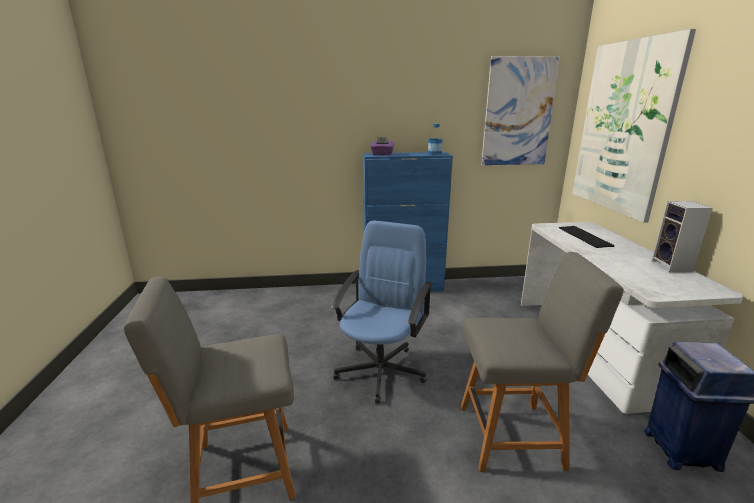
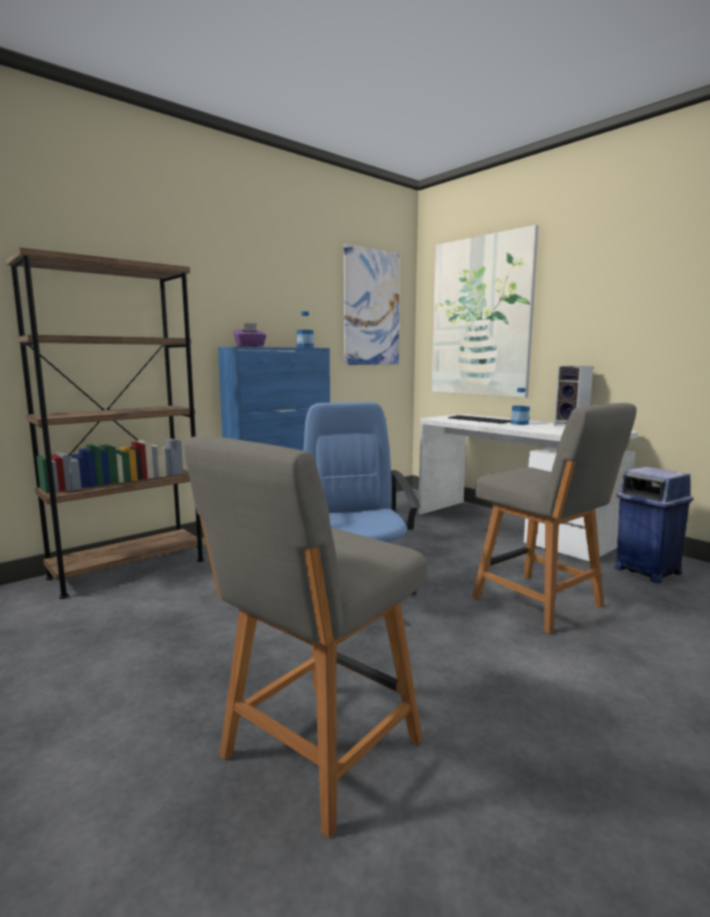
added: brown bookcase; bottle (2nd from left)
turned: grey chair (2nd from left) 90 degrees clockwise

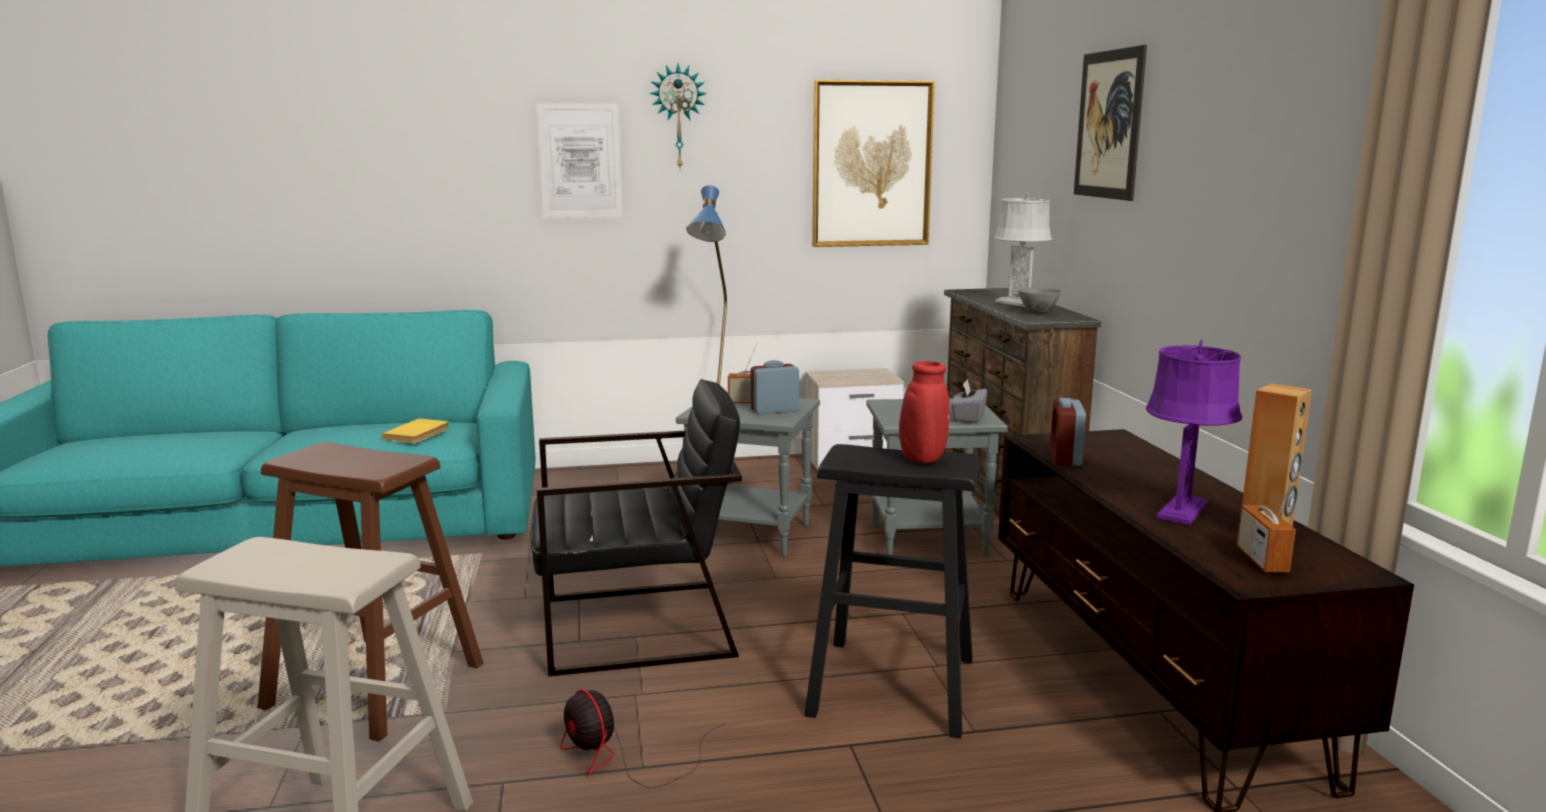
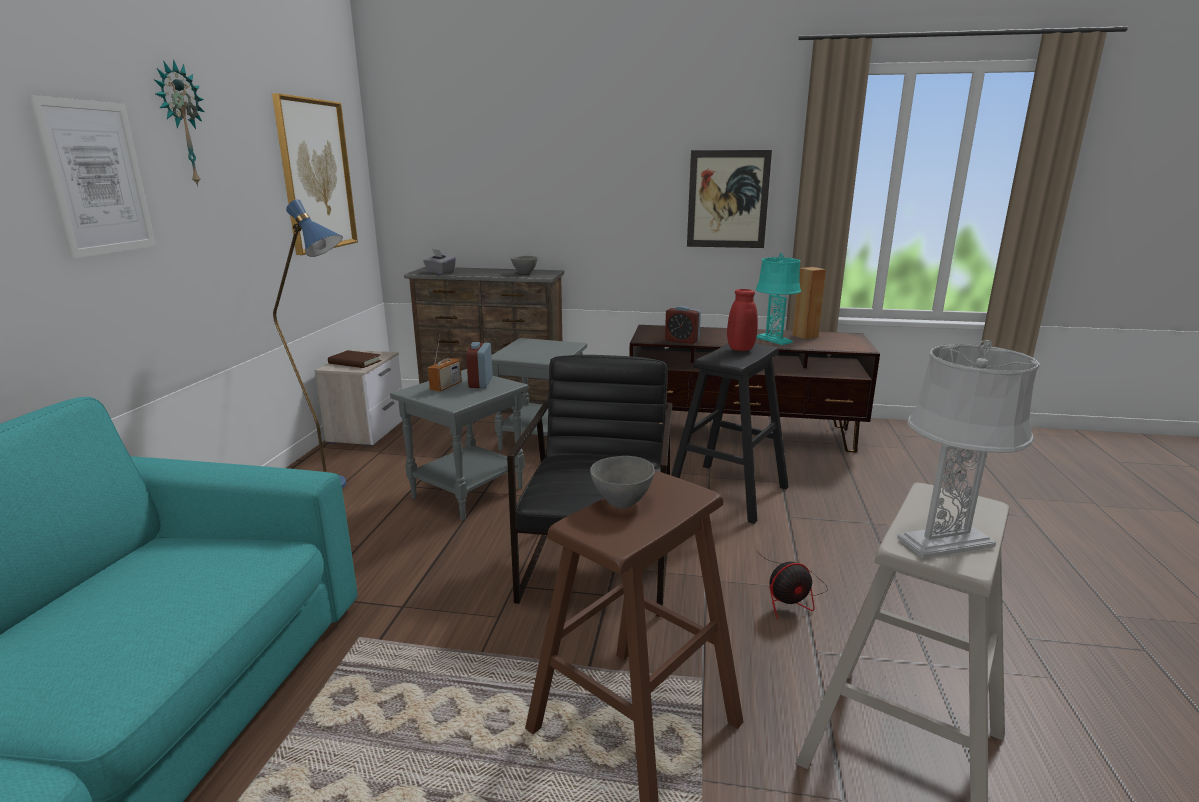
removed: yellow book; radio (2nd from left)
added: brown book; grey bowl (2nd from left)
moved: picture (3rd from left); grey table lamp; grey tissue box
recoloured: purple table lamp to turquoise table lamp

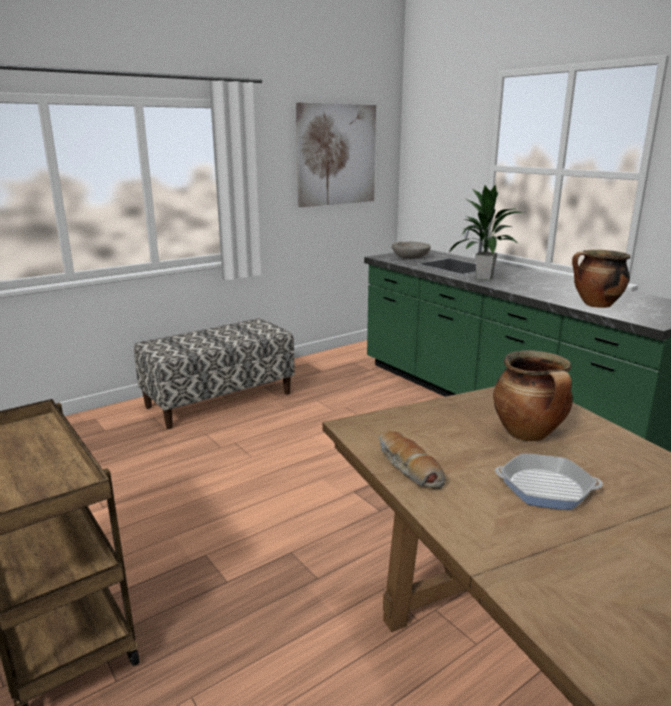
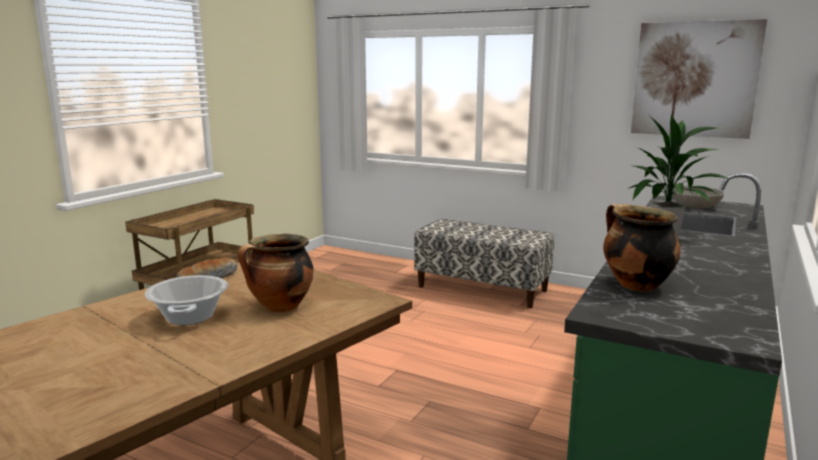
replaced: frying pan to cooking pot (1st from left)

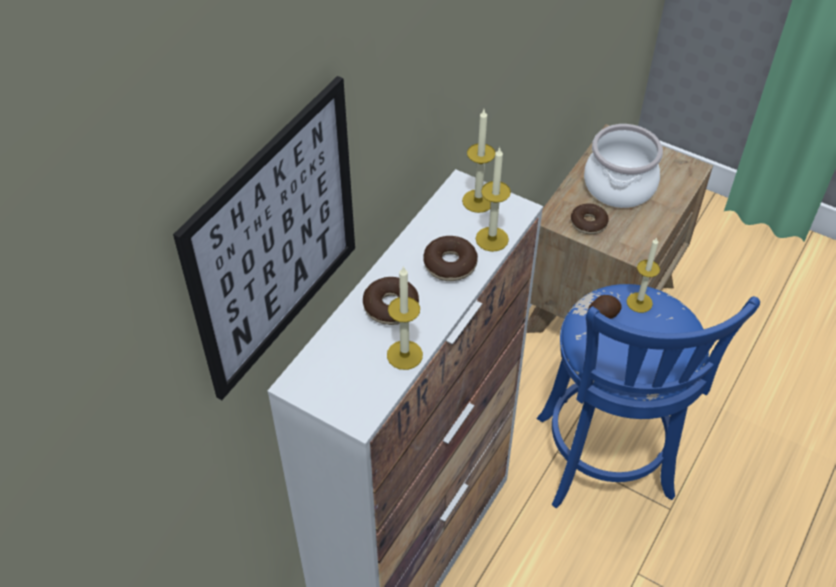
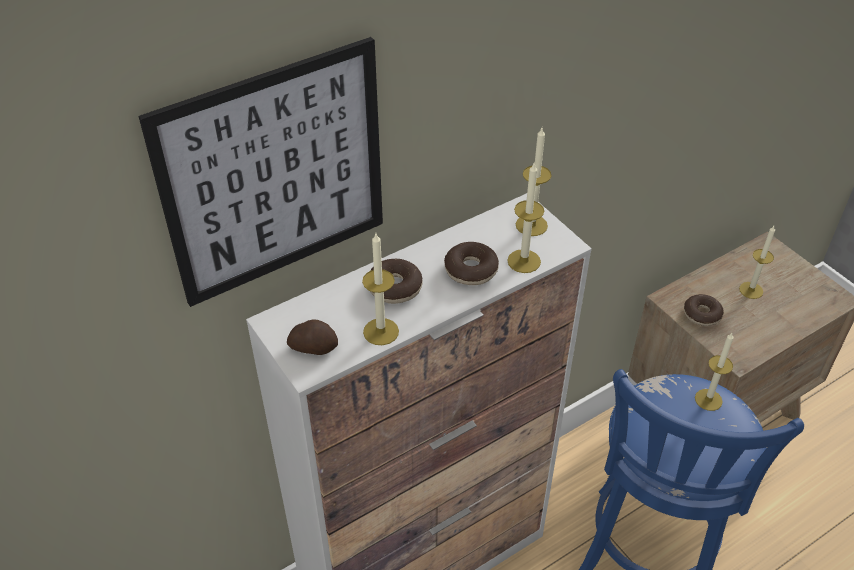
moved: potato
replaced: cooking pot to candle (5th from left)

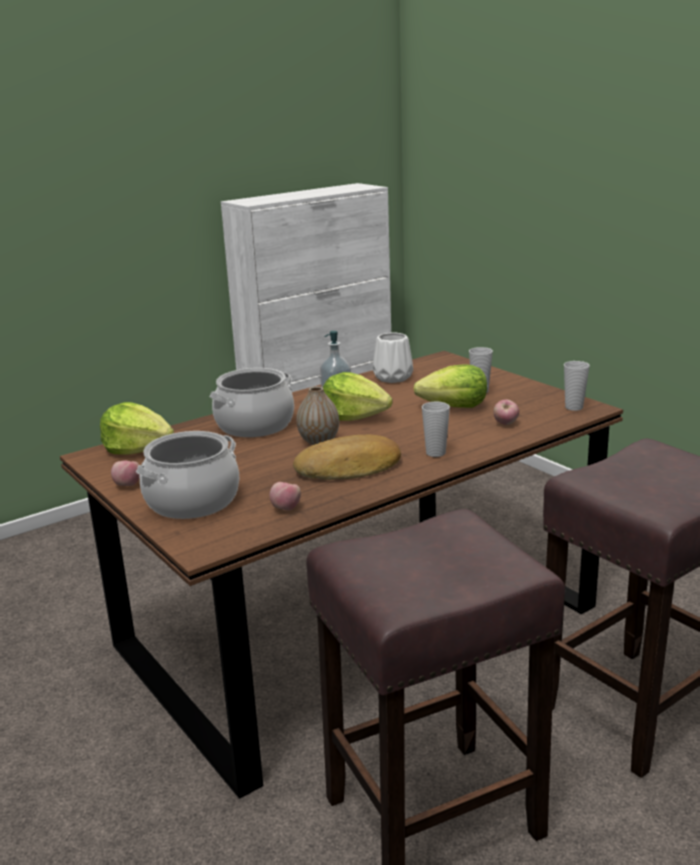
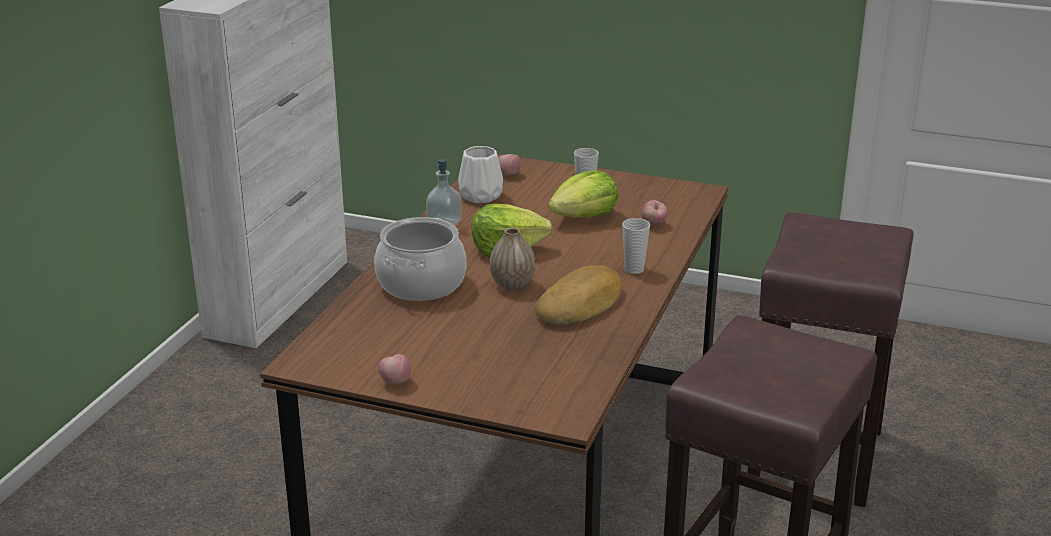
removed: cup (3rd from left); lettuce (1st from left); cooking pot (1st from left)
moved: apple (2nd from left)

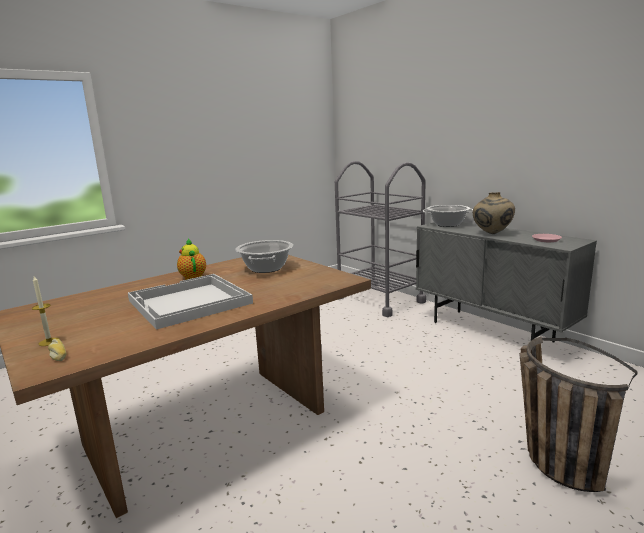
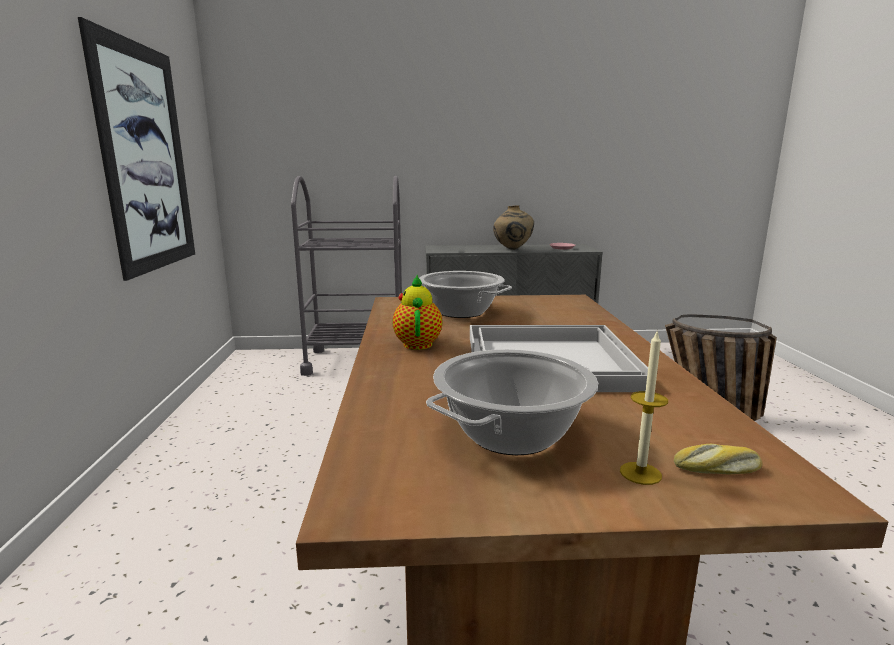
added: picture
moved: cooking pot (2nd from left)
turned: teapot 75 degrees clockwise

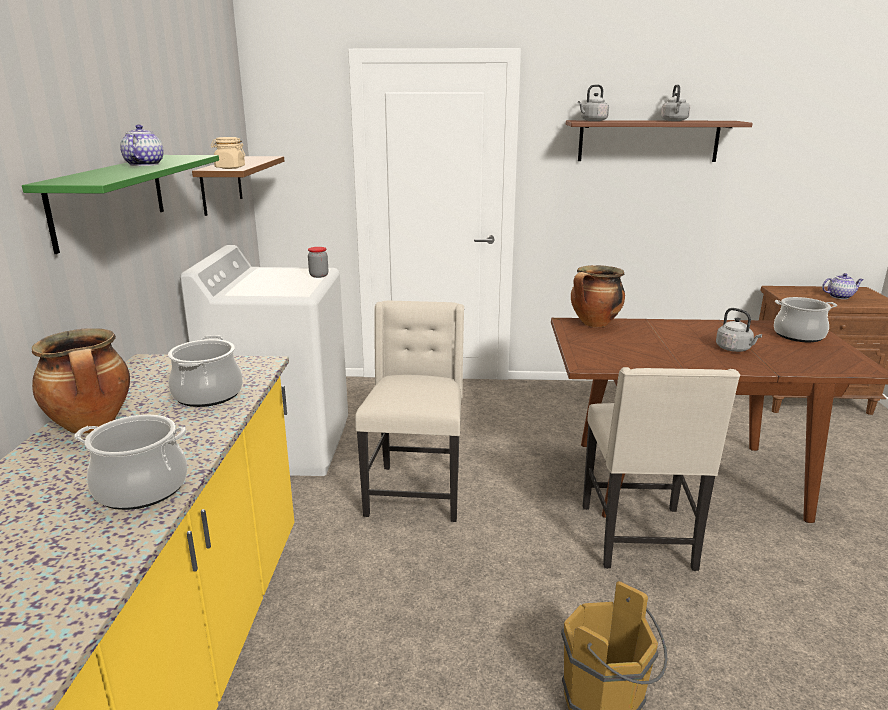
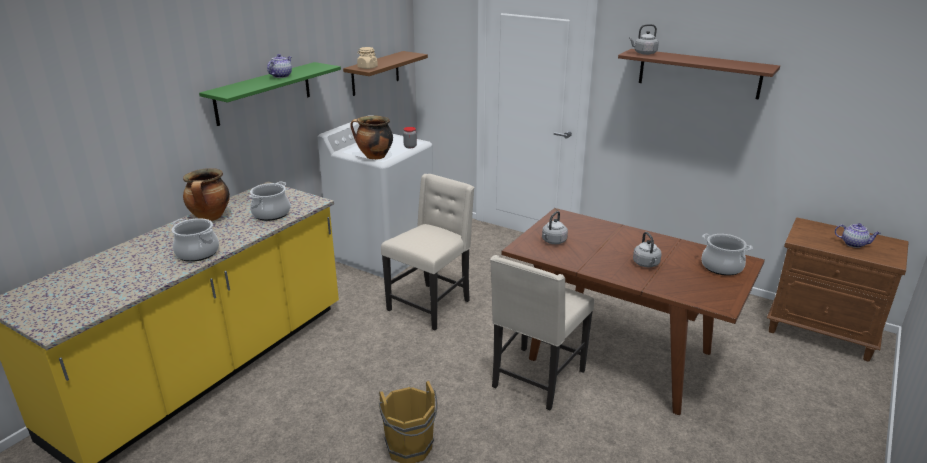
moved: grey kettle (2nd from left in the first image) to grey kettle (1st from left); cooking pot (4th from left)

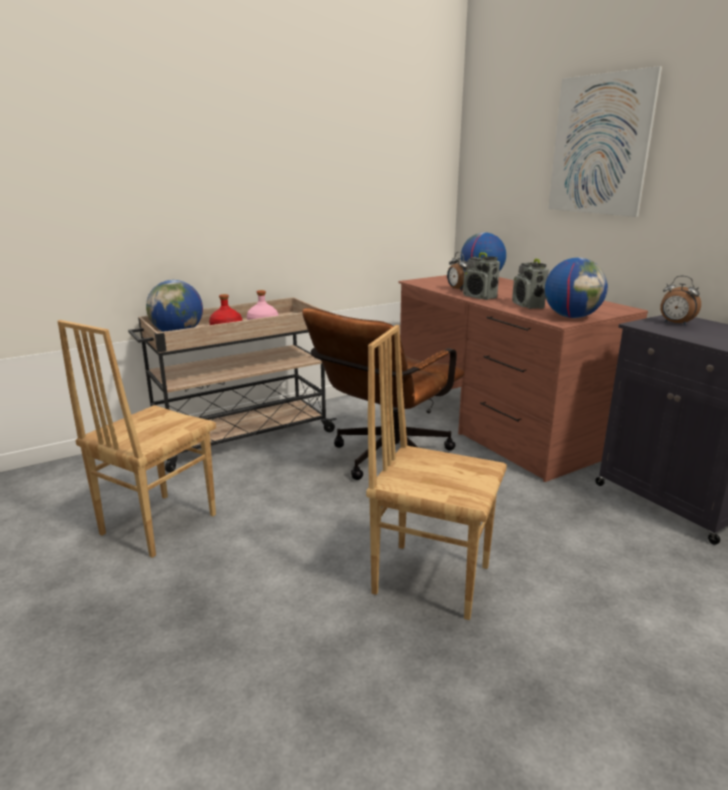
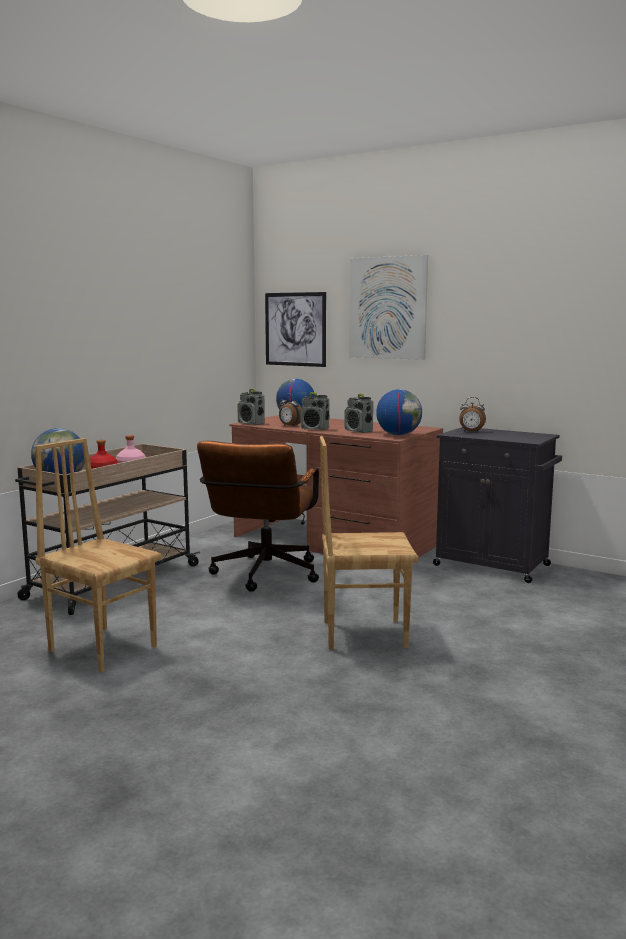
added: picture (1st from left); radio (1st from left)
turned: brown chair (1st from left) 120 degrees clockwise

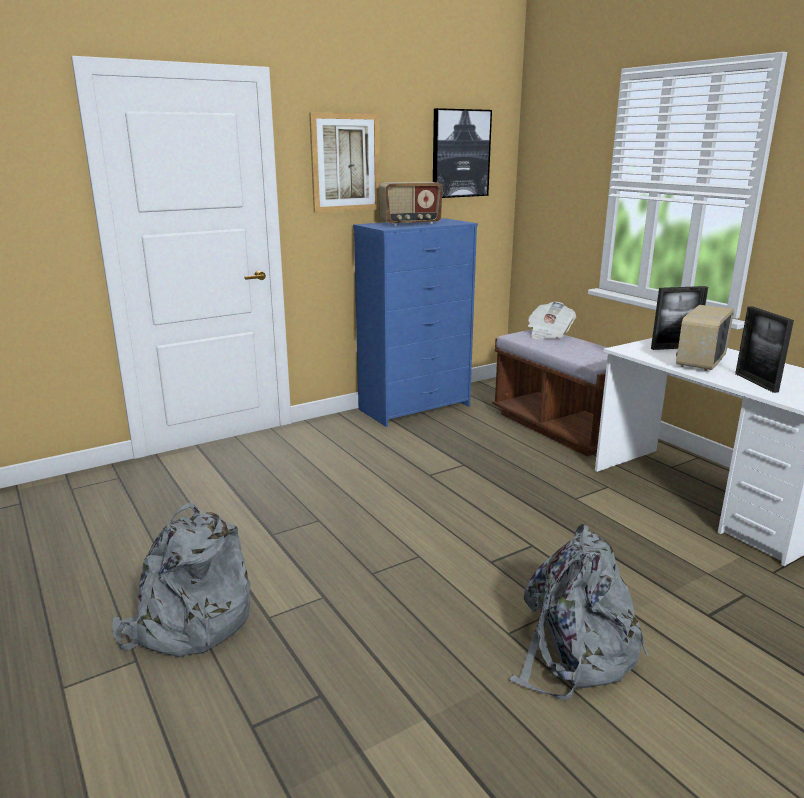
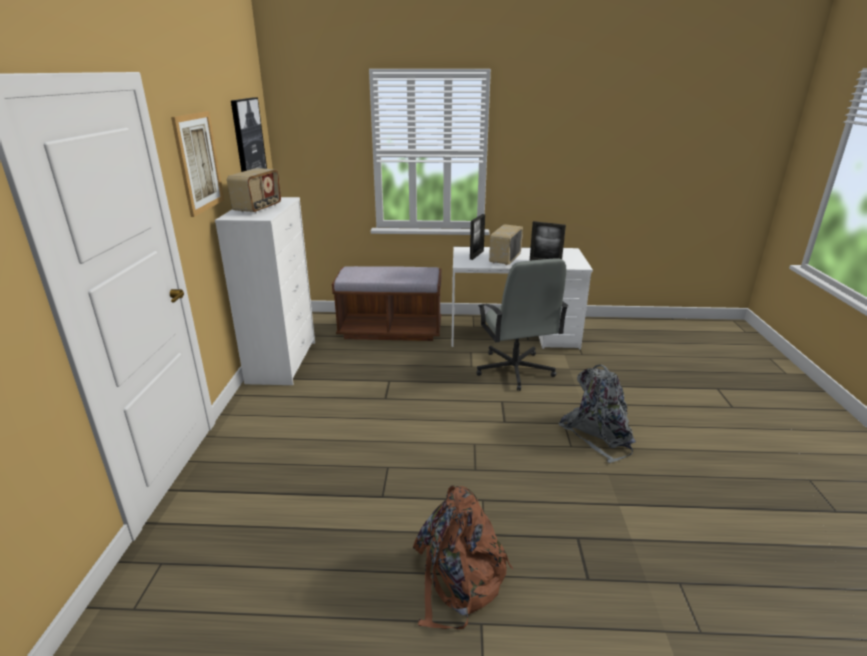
removed: newspaper
added: grey office chair
recoloured: blue dresser to white dresser; grey backpack (1st from left) to brown backpack
turned: radio (2nd from left) 45 degrees clockwise

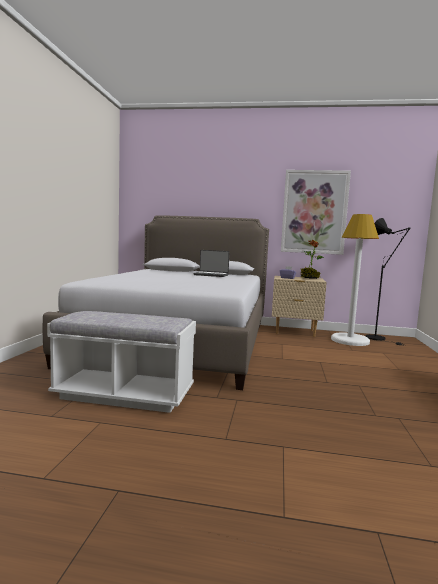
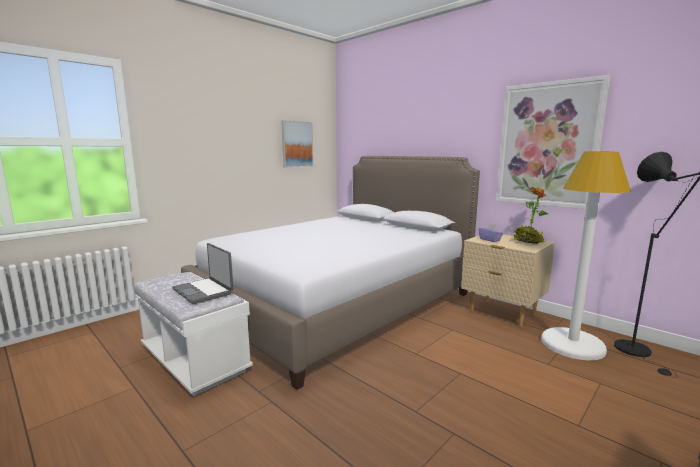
added: picture (1st from left)
moved: laptop

